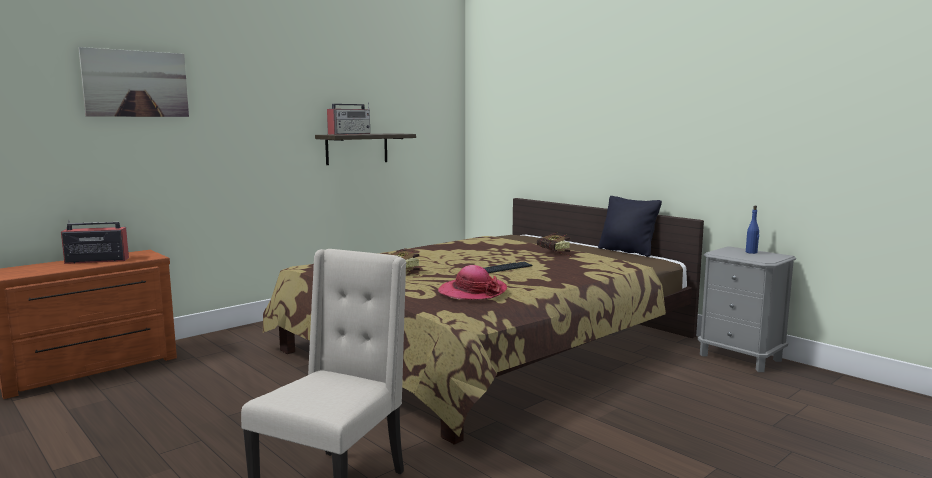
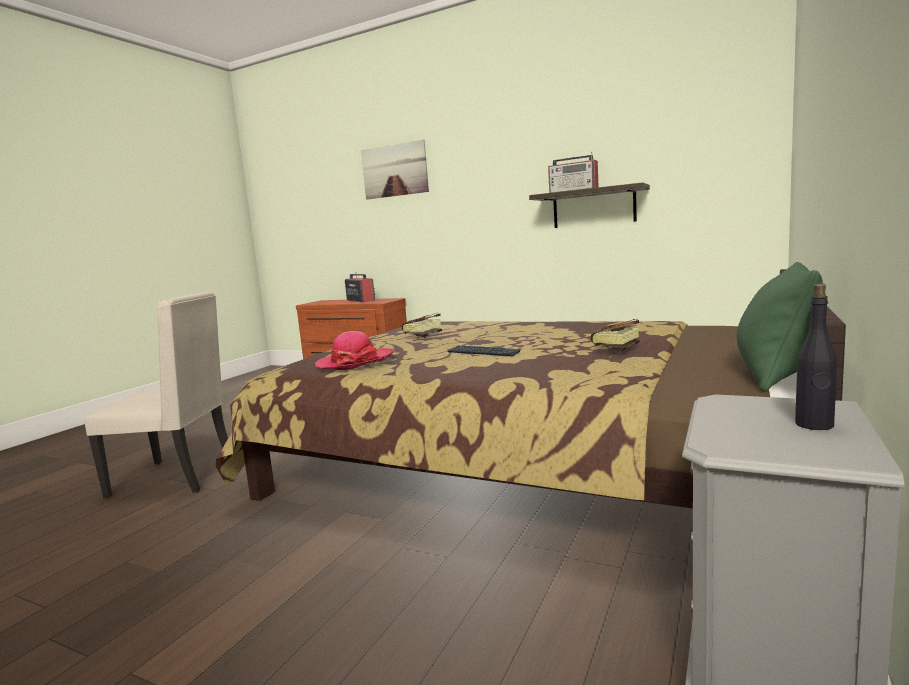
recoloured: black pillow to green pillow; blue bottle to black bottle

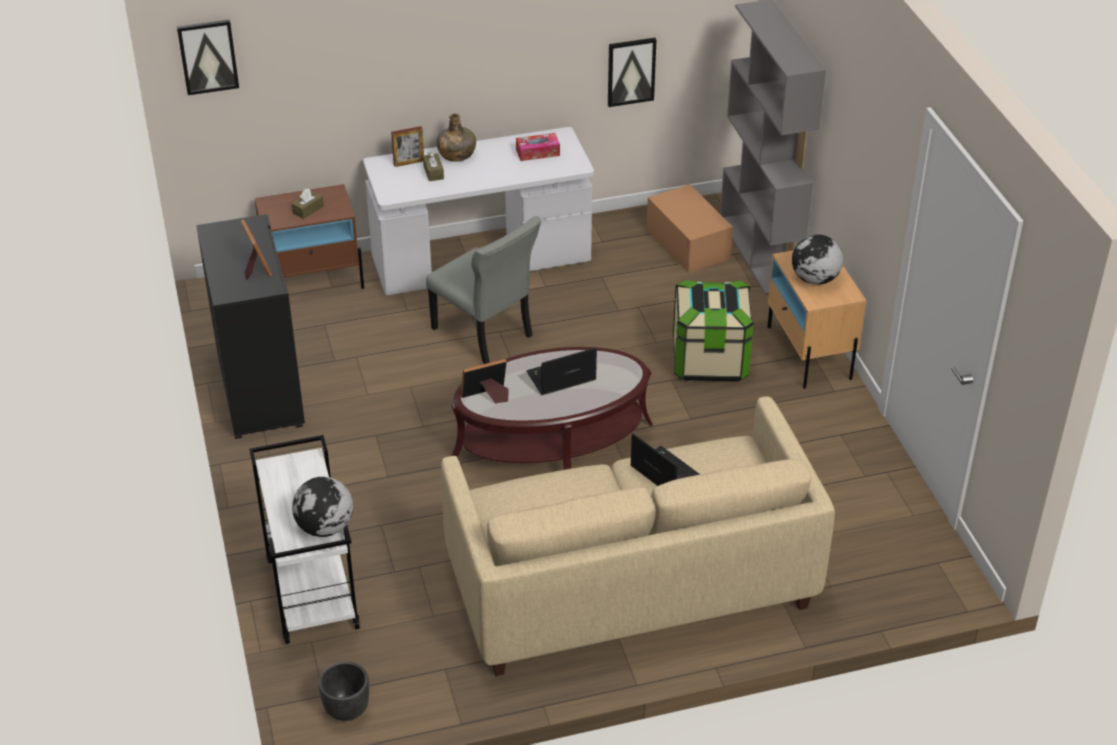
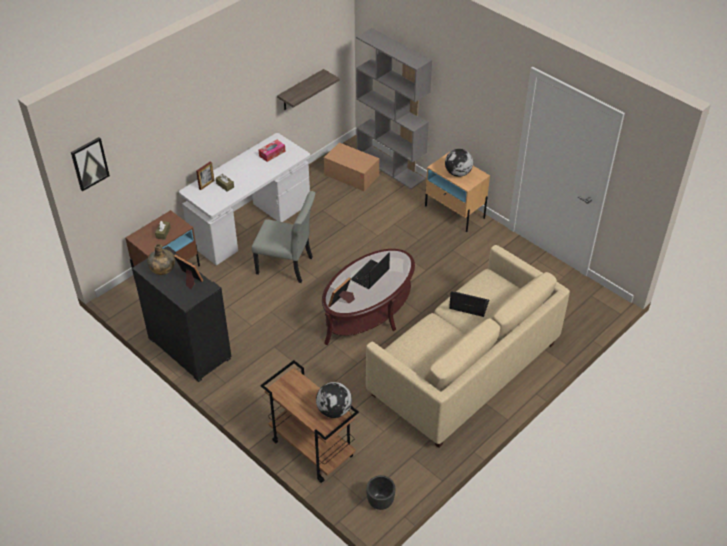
removed: storage box
moved: green bottle
replaced: picture (2nd from left) to shelf
recoloured: white cart to brown cart

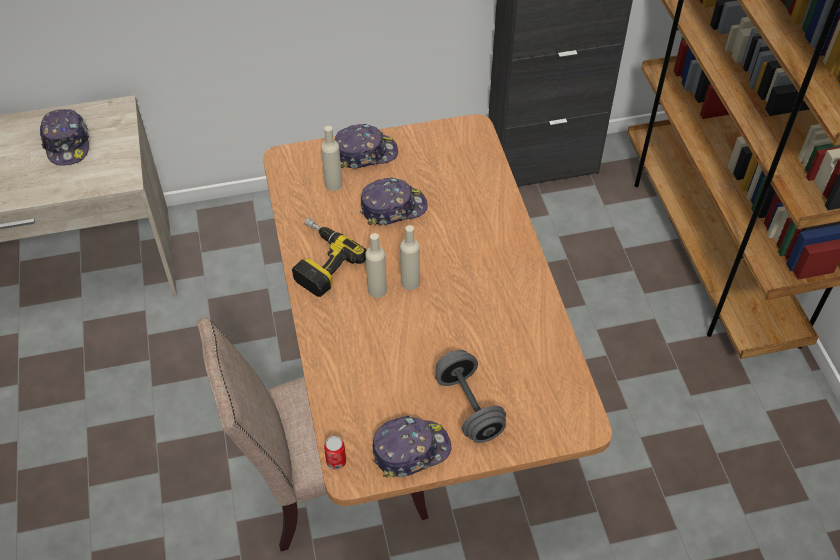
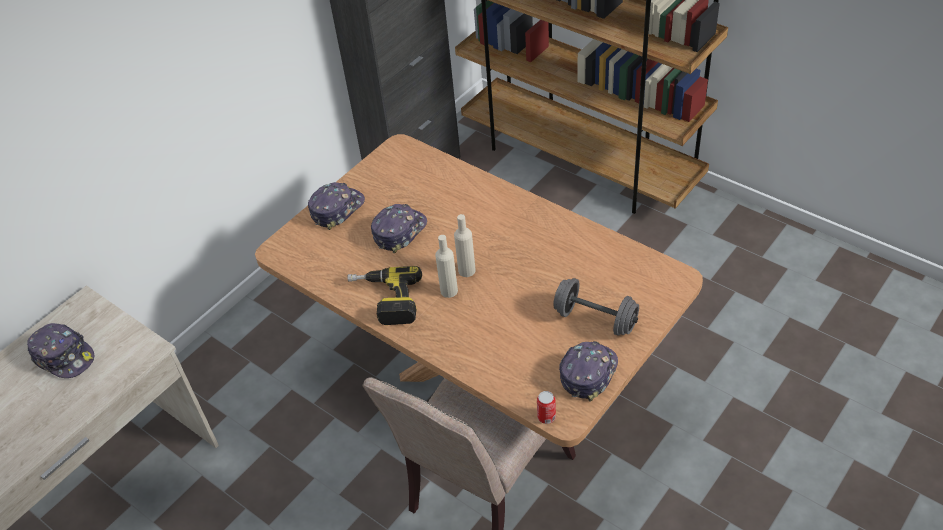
removed: beige bottle (1st from left)

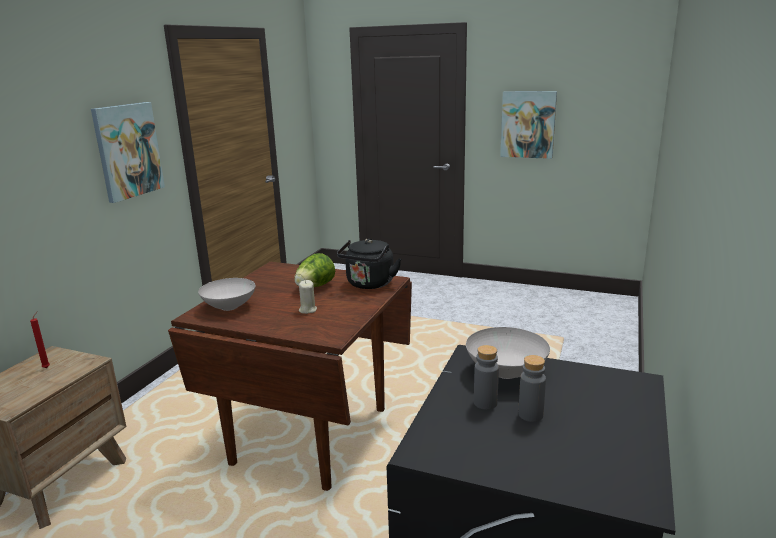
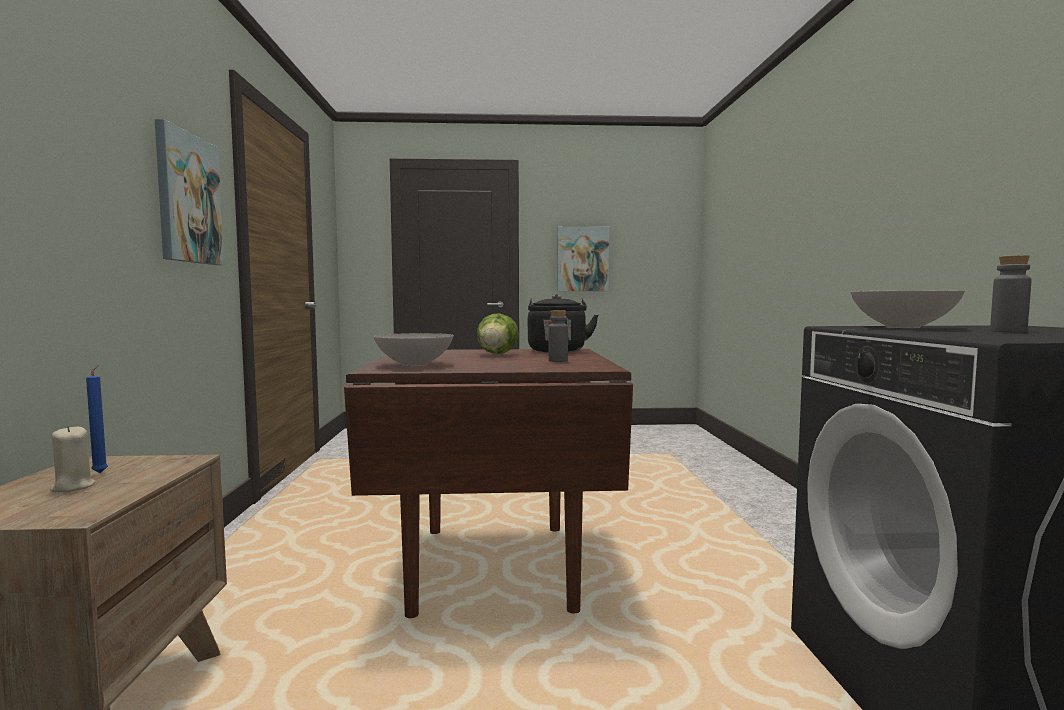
moved: beige candle; grey bottle (1st from left)
recoloured: red candle to blue candle

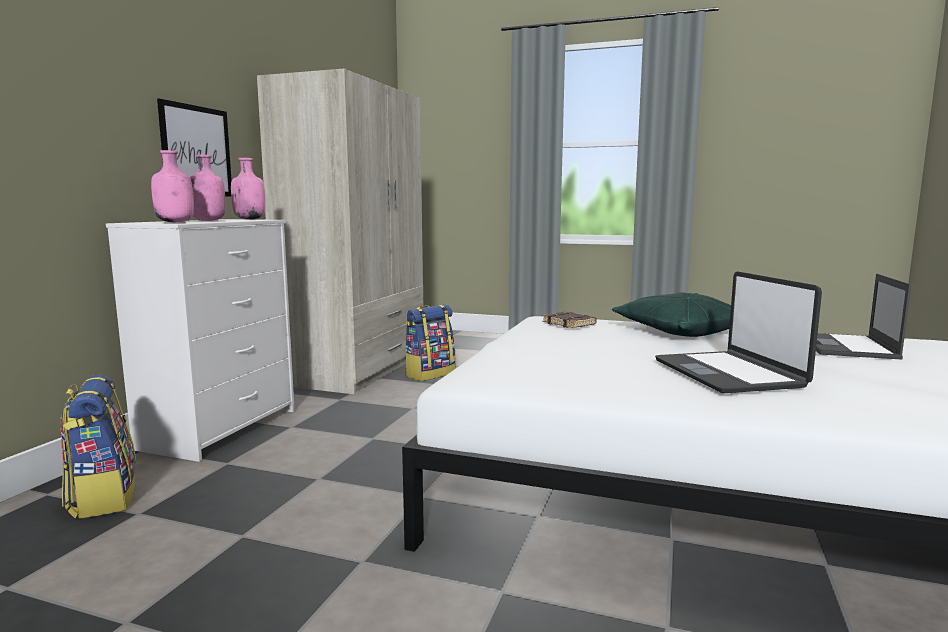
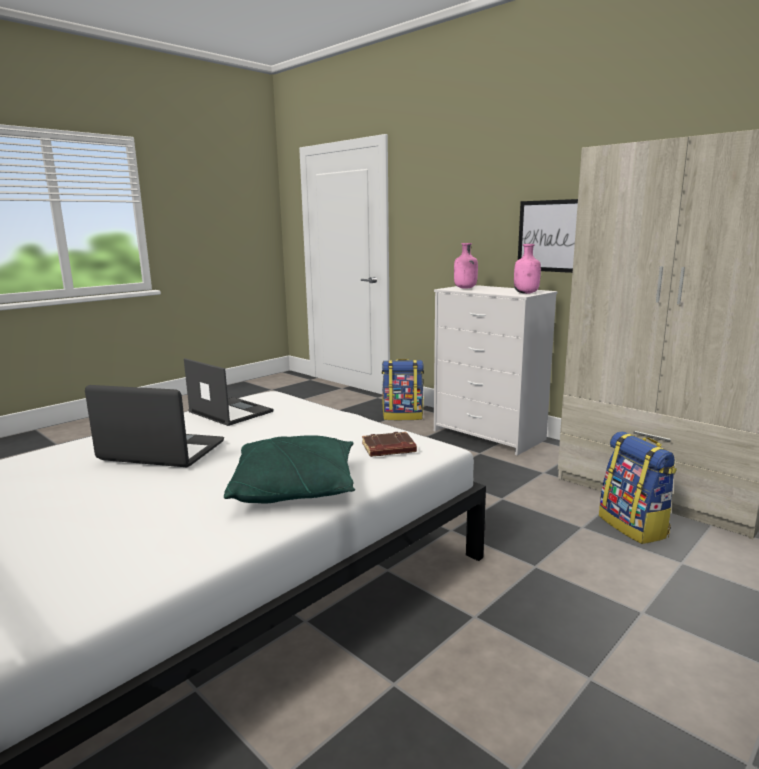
removed: pink bottle (2nd from left)
moved: laptop (2nd from left)

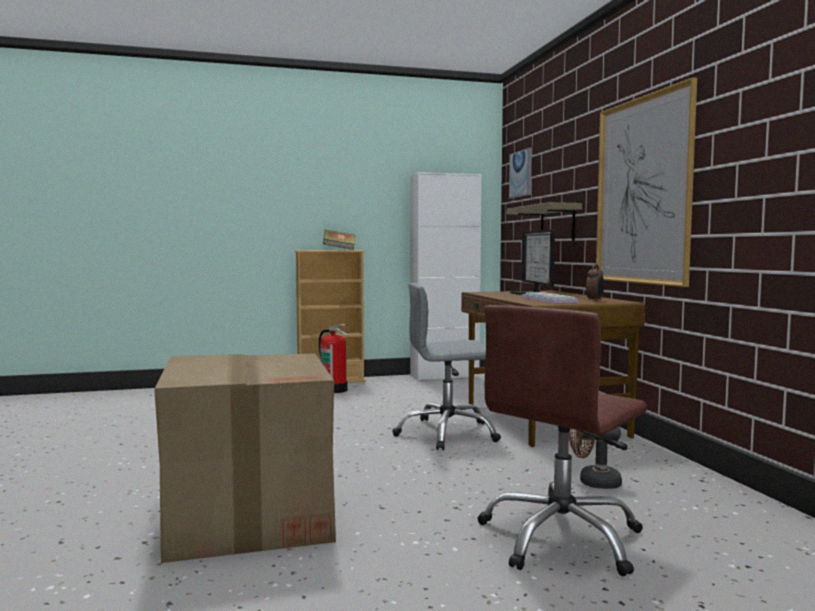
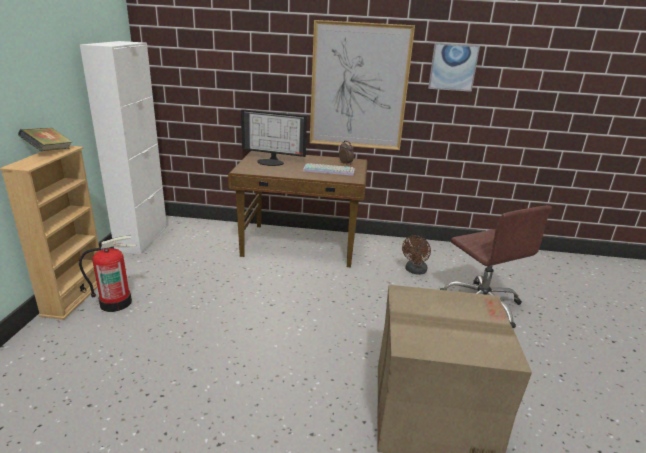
removed: shelf; grey office chair
moved: picture (1st from left in the first image) to picture (2nd from left)

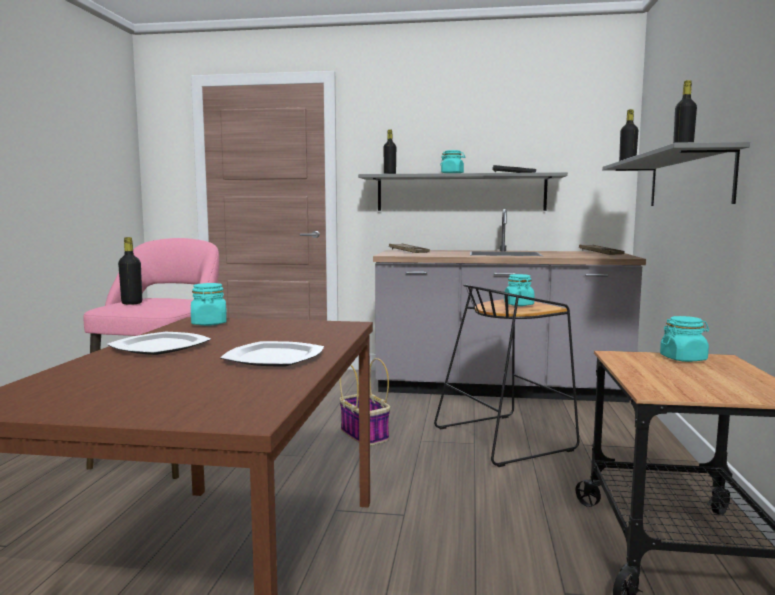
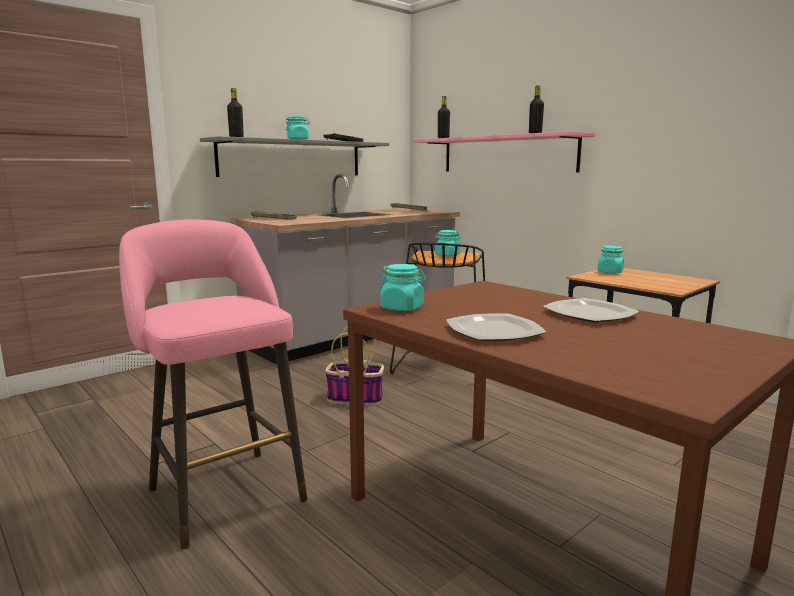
removed: black bottle (1st from left)
recoloured: grey shelf (2nd from left) to pink shelf

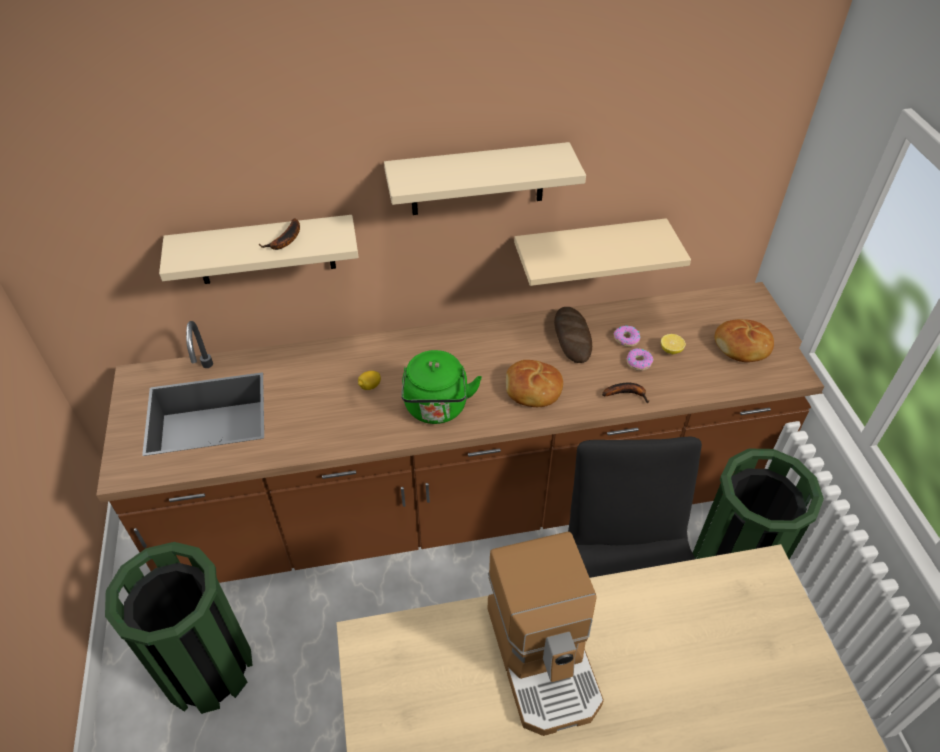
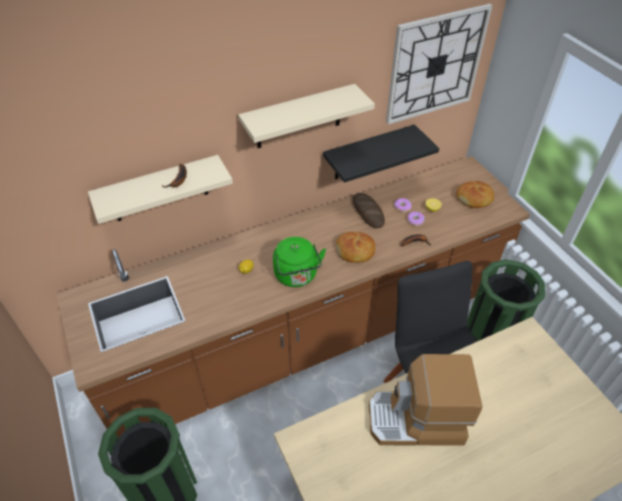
added: wall clock
recoloured: beige shelf (3rd from left) to black shelf
turned: coffee machine 120 degrees clockwise

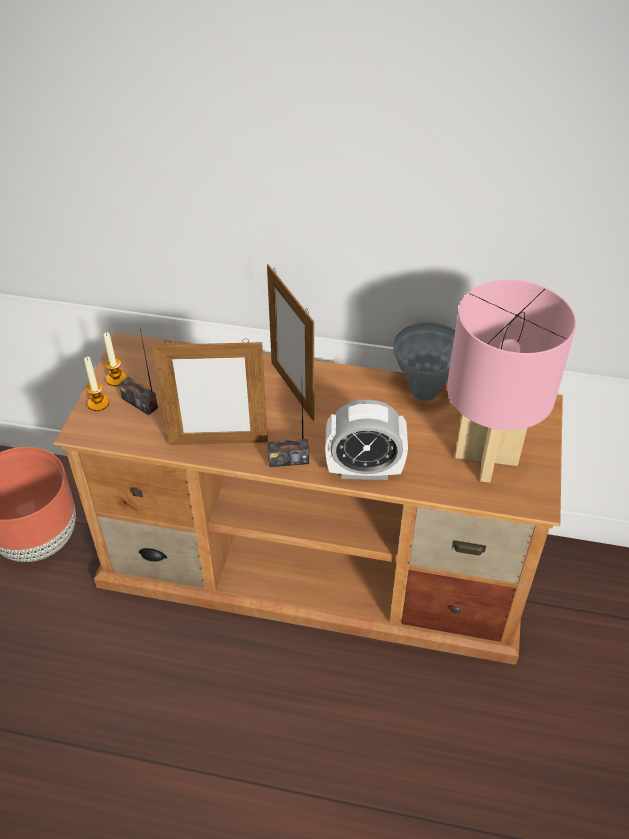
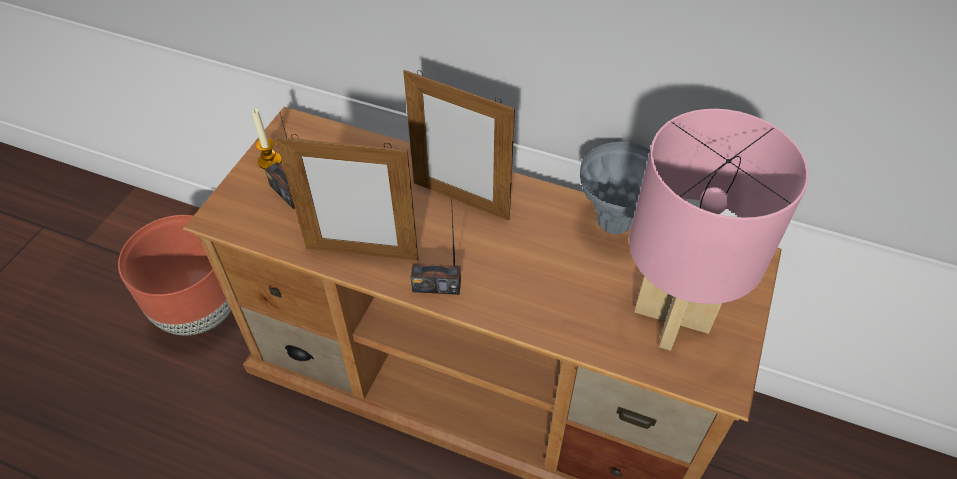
removed: candle (1st from left); alarm clock
turned: picture frame (2nd from left) 45 degrees counterclockwise

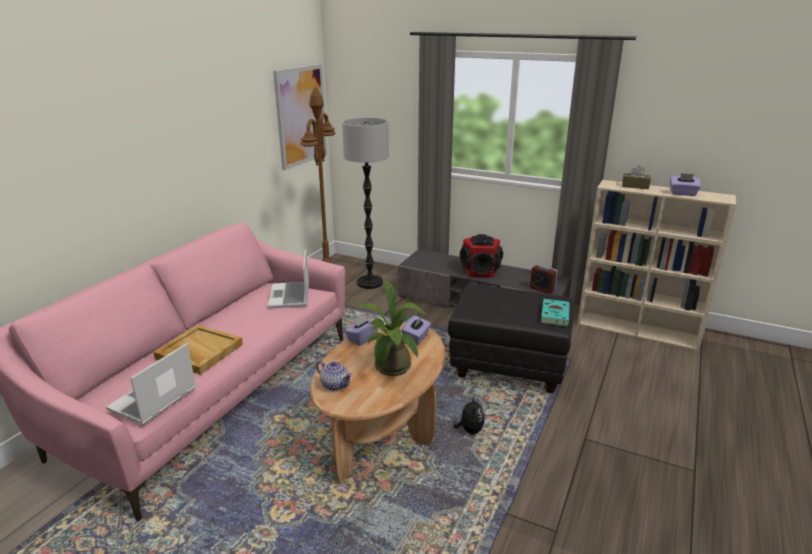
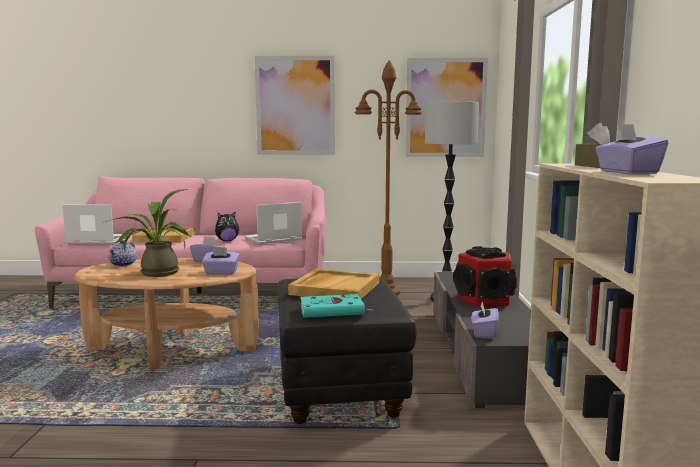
added: picture (1st from left); beige tray (2nd from left)
moved: plush toy
replaced: alarm clock to purple tissue box (3rd from left)

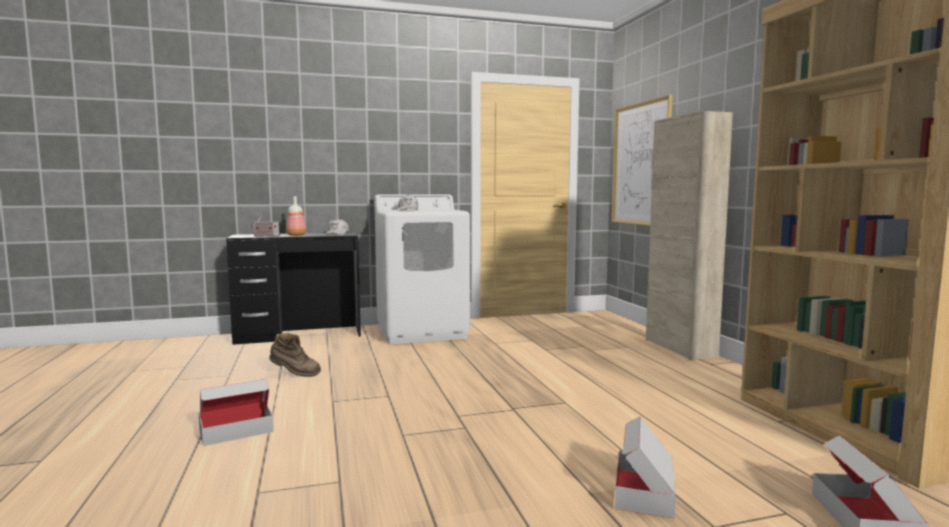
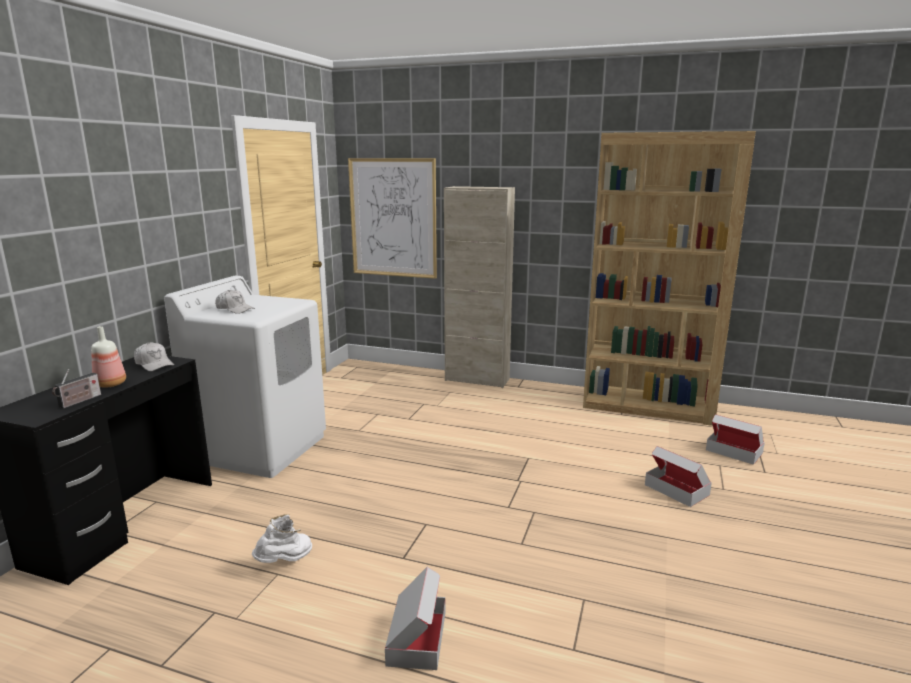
recoloured: brown boot to white boot

